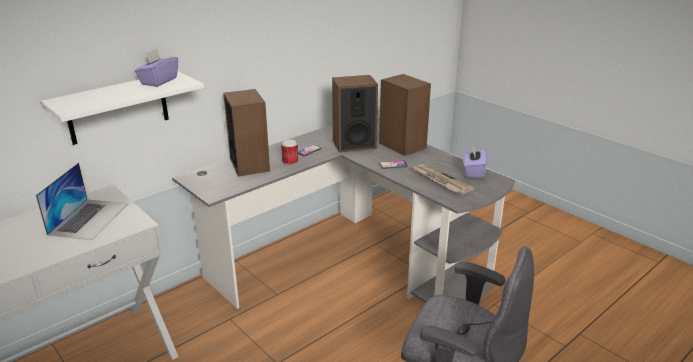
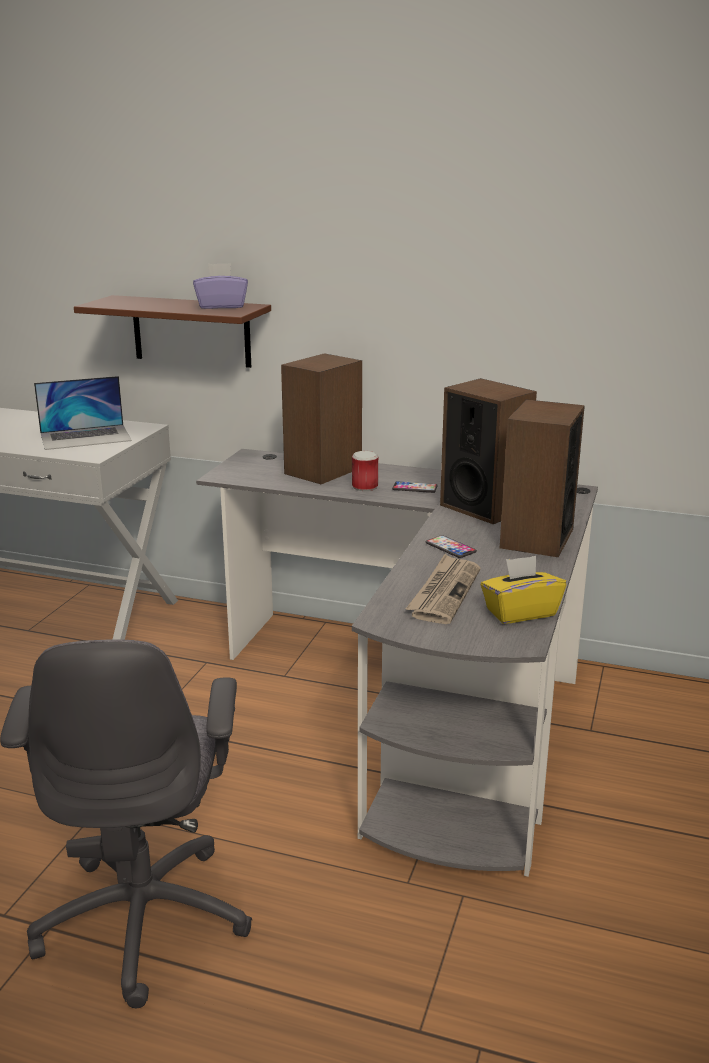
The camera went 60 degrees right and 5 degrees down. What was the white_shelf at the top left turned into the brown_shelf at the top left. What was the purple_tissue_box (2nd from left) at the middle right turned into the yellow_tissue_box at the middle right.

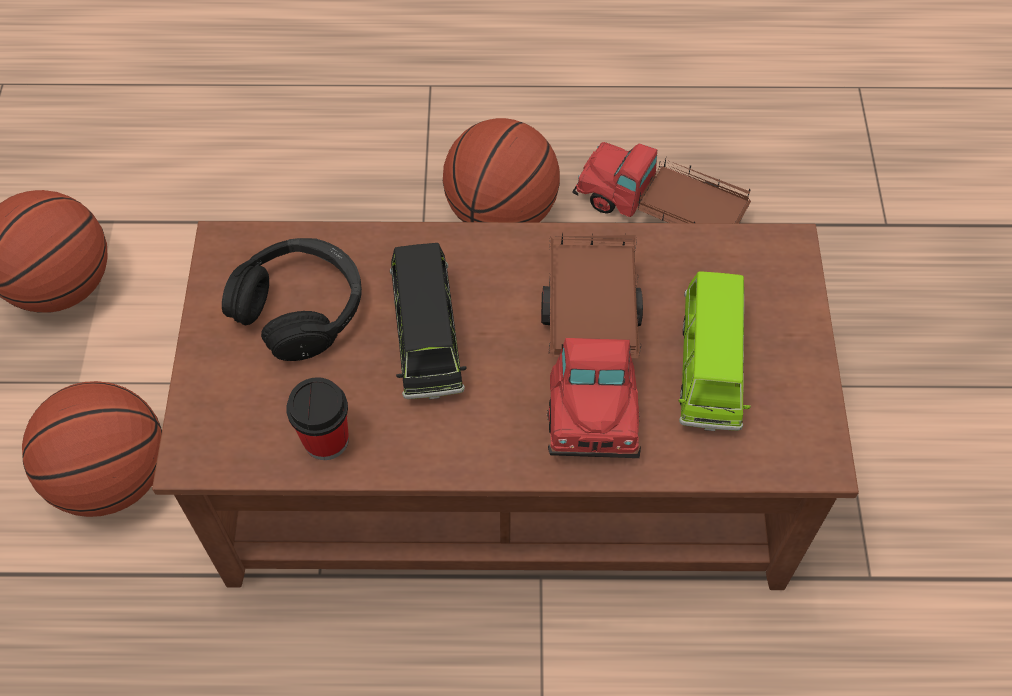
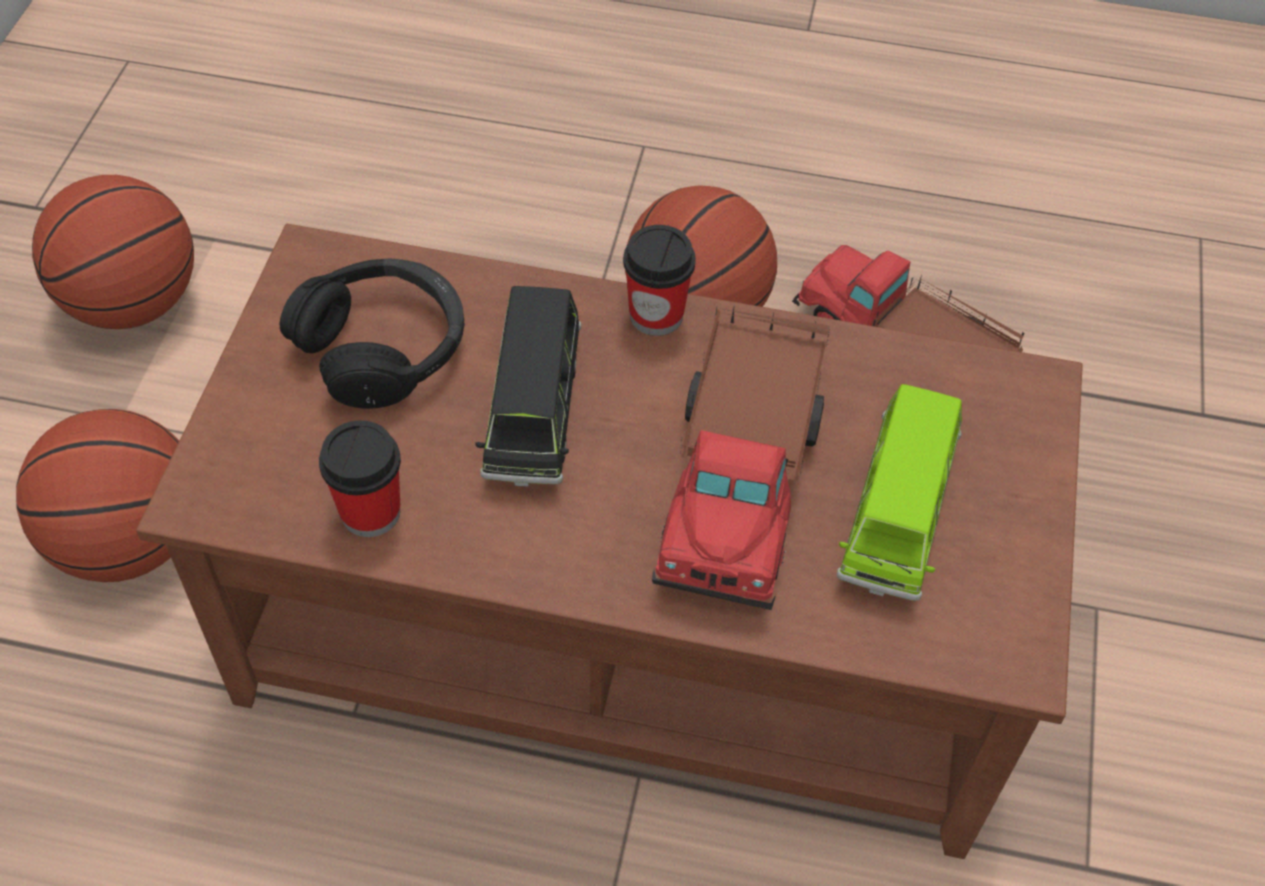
The camera went 10 degrees right and 5 degrees down. The second view gained the cup (2nd from left) at the top centre.

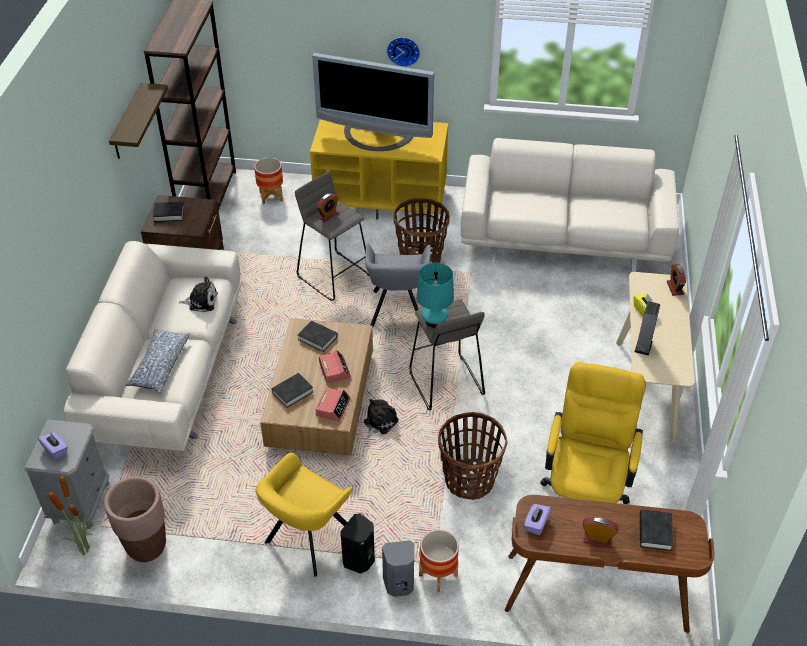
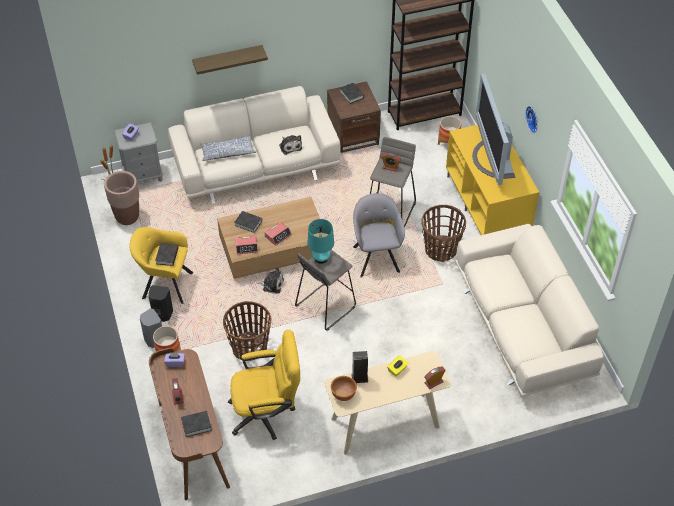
The camera went 65 degrees right and 5 degrees up. The shelf ended up elsewhere, having gone from the top left to the top centre. The black_book (3rd from left in the first image) ended up elsewhere, having gone from the centre to the middle left. The grey_armchair at the centre ended up facing another way, 105 degrees clockwise from before. The second view gained the brown_bowl at the bottom centre.

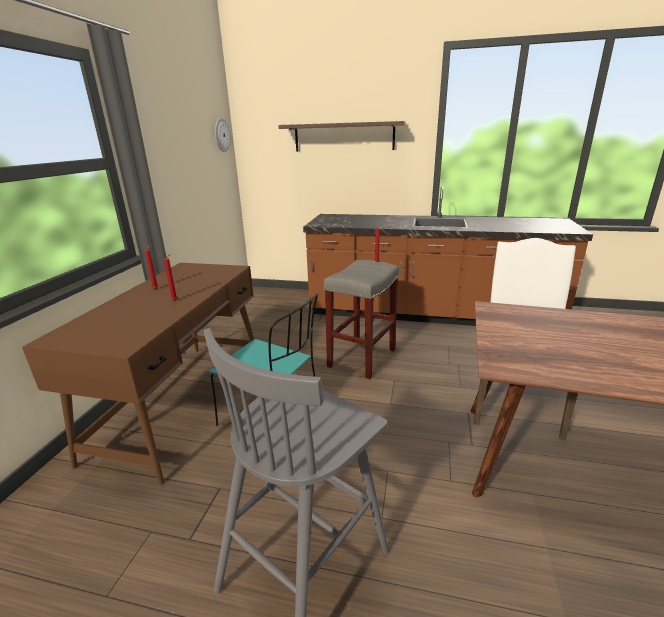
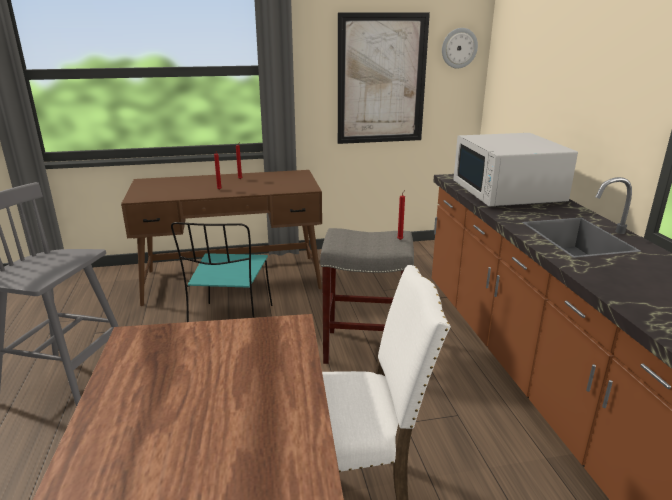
The camera went 65 degrees right and 0 degrees up. The second view lost the shelf at the top centre. The second view gained the picture at the top centre. The second view gained the white_microwave at the middle right.

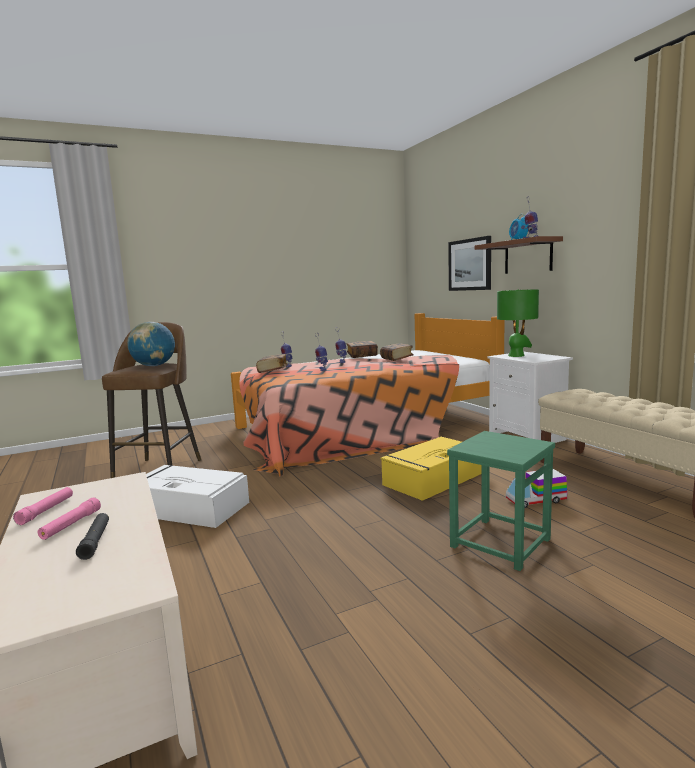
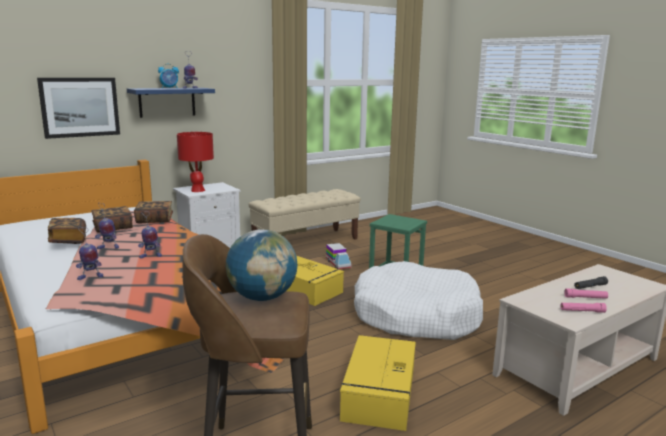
The camera went 100 degrees left and 5 degrees up. What was the white_storage_box at the middle left turned into the yellow_storage_box (2nd from left) at the bottom centre. The book (1st from left in the first image) ended up elsewhere, having gone from the centre to the middle left. What was the brown_shelf at the top right turned into the blue_shelf at the top left. What was the green_table_lamp at the middle right turned into the red_table_lamp at the middle left. The second view gained the white_dog_bed at the bottom centre.

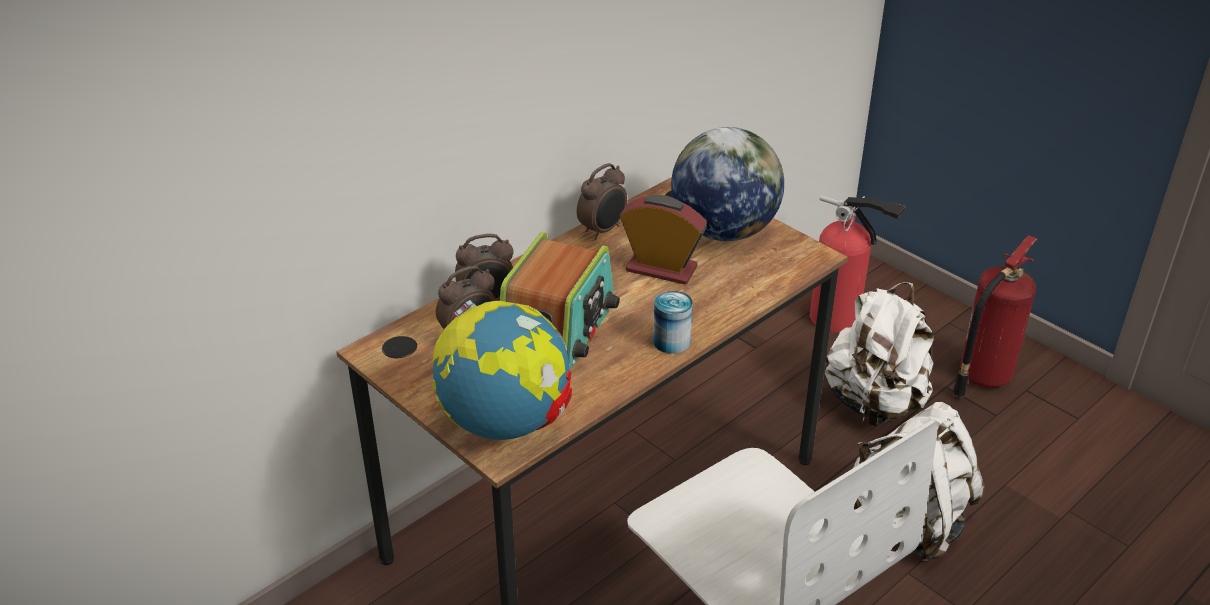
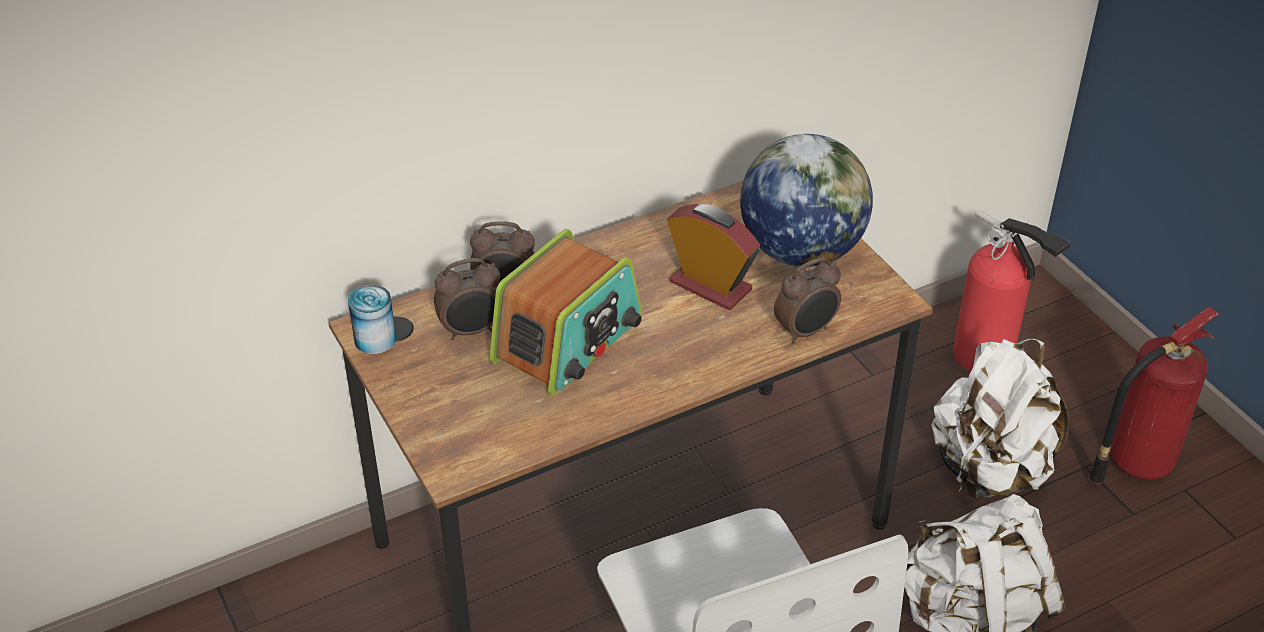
The camera went 15 degrees right and 5 degrees up. The second view lost the globe (1st from left) at the centre. The alarm_clock (3rd from left in the first image) ended up elsewhere, having gone from the top centre to the centre. The can ended up elsewhere, having gone from the centre to the middle left.

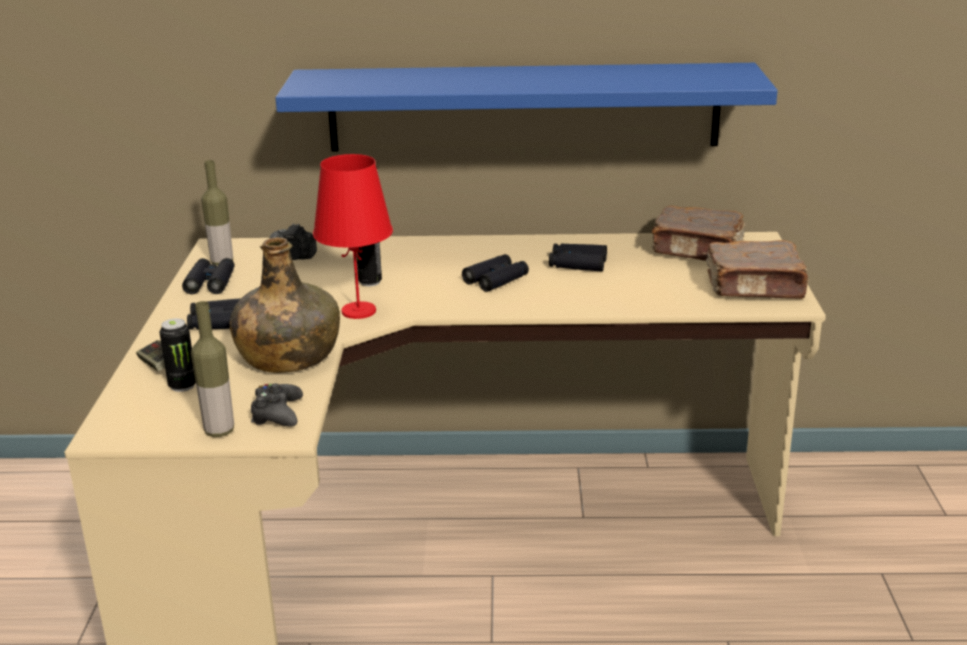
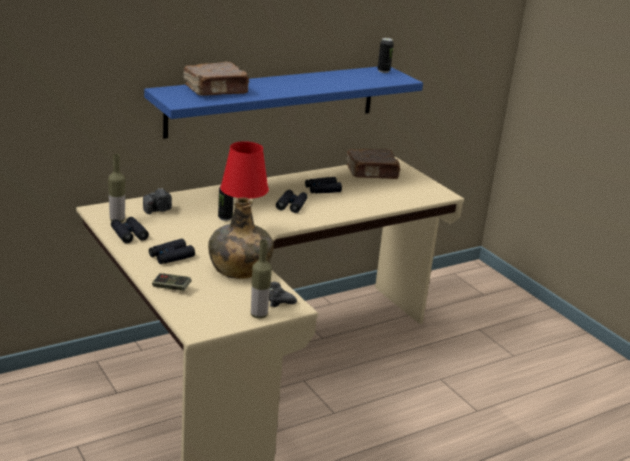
The camera went 35 degrees left and 0 degrees up. The can (1st from left in the first image) ended up elsewhere, having gone from the middle left to the top centre. The brown_book (2nd from left in the first image) ended up elsewhere, having gone from the middle right to the top centre.

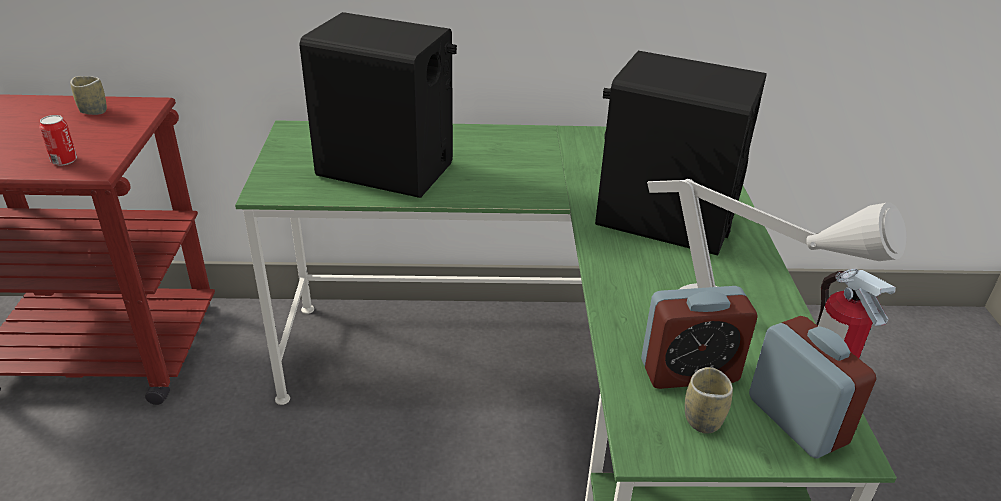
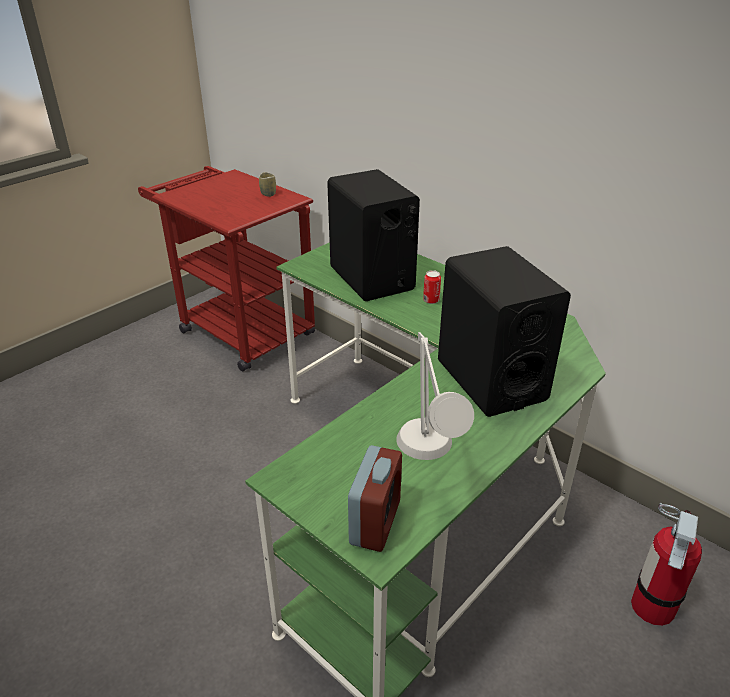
The camera went 45 degrees right and 0 degrees up. The can ended up elsewhere, having gone from the top left to the centre. The second view lost the alarm_clock (1st from left) at the bottom right. The second view lost the cup (2nd from left) at the bottom right.

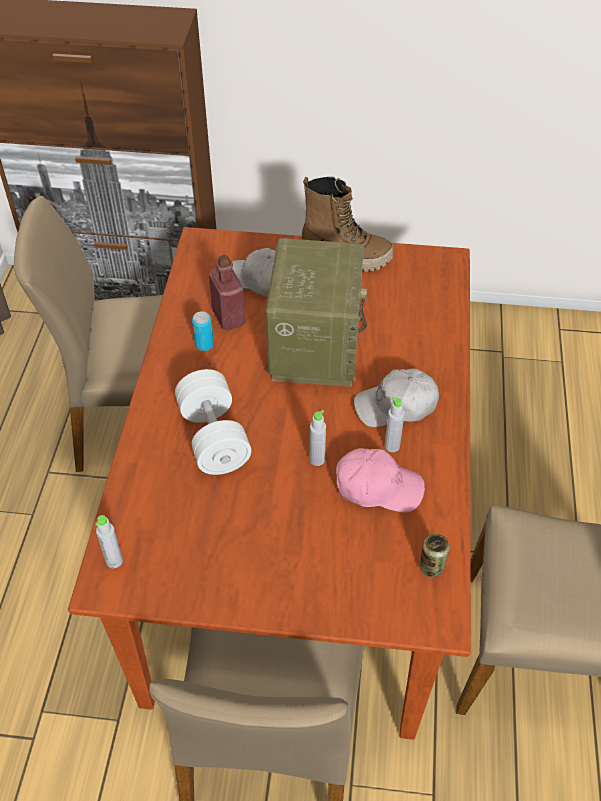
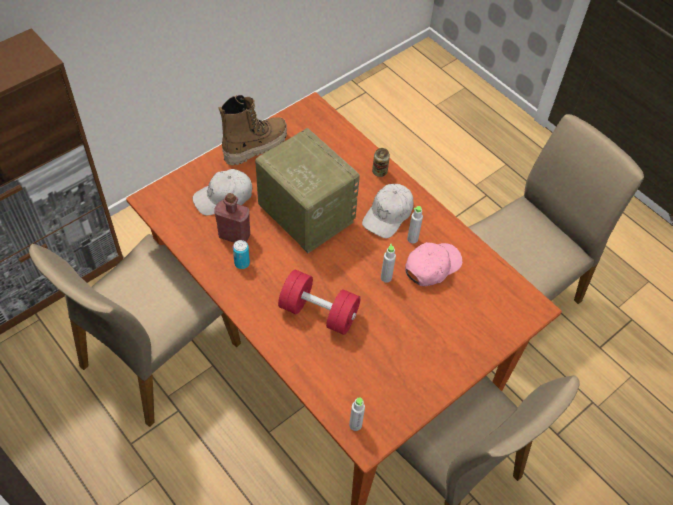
The camera went 50 degrees left and 5 degrees up. What was the white_dumbbell at the centre turned into the red_dumbbell at the centre. The can (2nd from left) ended up elsewhere, having gone from the bottom right to the top centre.

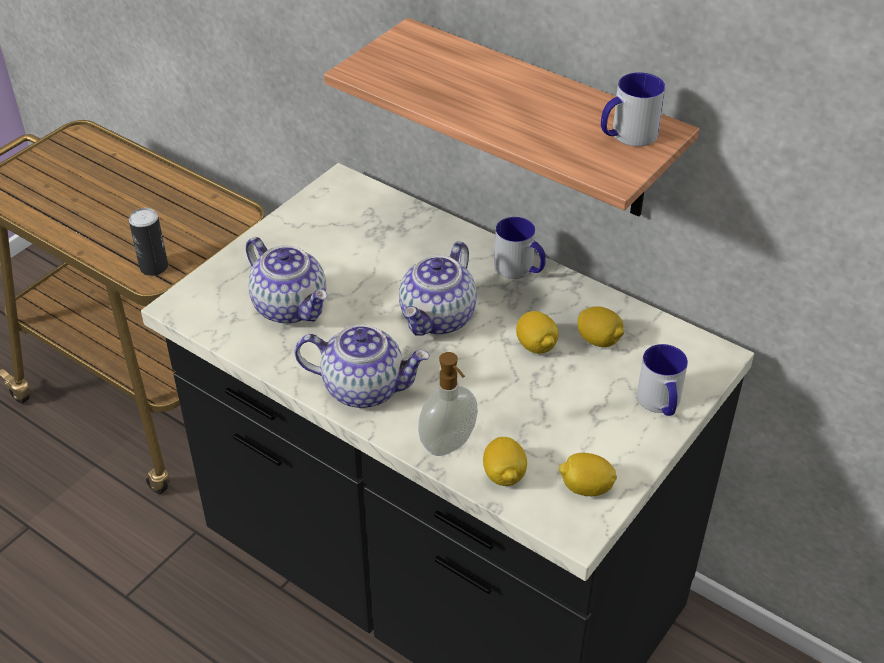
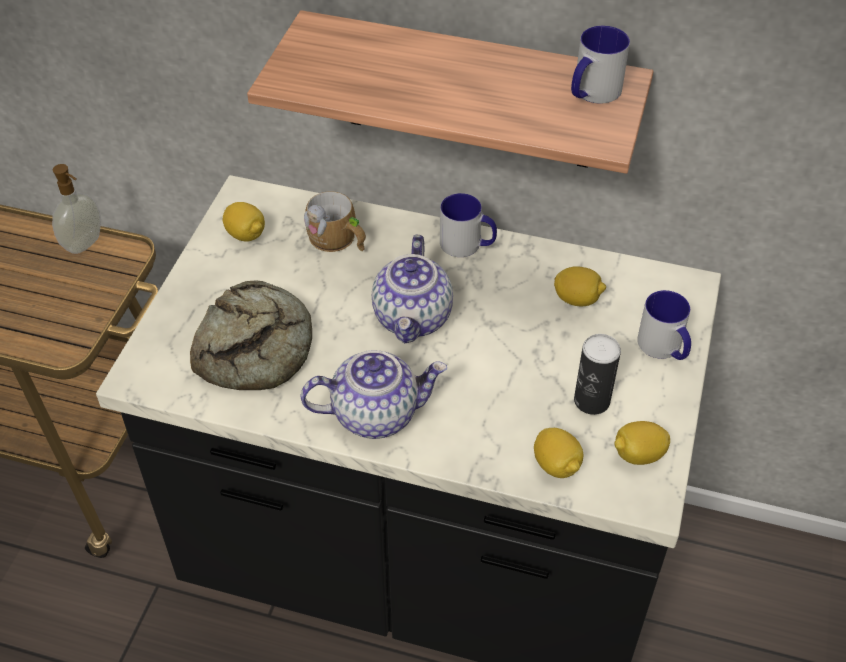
The camera went 20 degrees left and 5 degrees up. The can ended up elsewhere, having gone from the middle left to the middle right. Where the teapot (1st from left) stood at the middle left, the bread came to stand at the middle left. The soap_dispenser ended up elsewhere, having gone from the centre to the top left. The lemon (2nd from left in the first image) ended up elsewhere, having gone from the centre to the middle left. The second view gained the mug (1st from left) at the centre.

